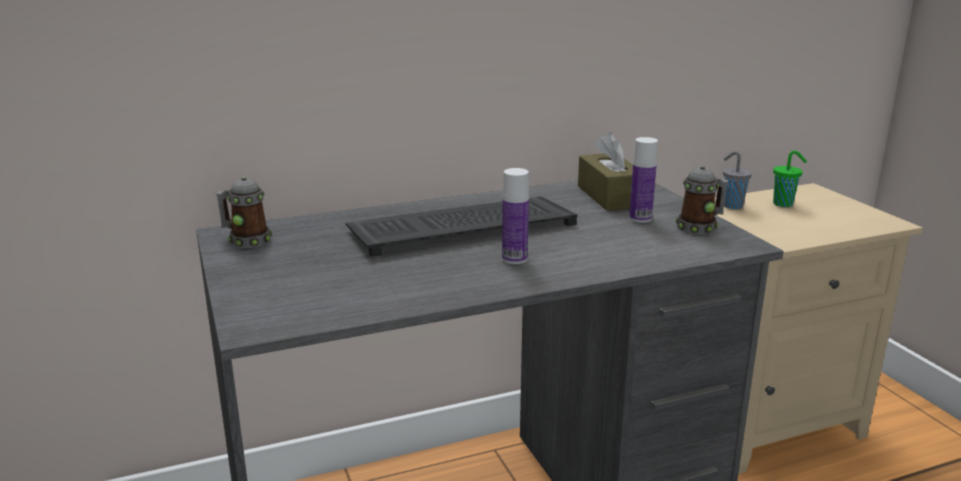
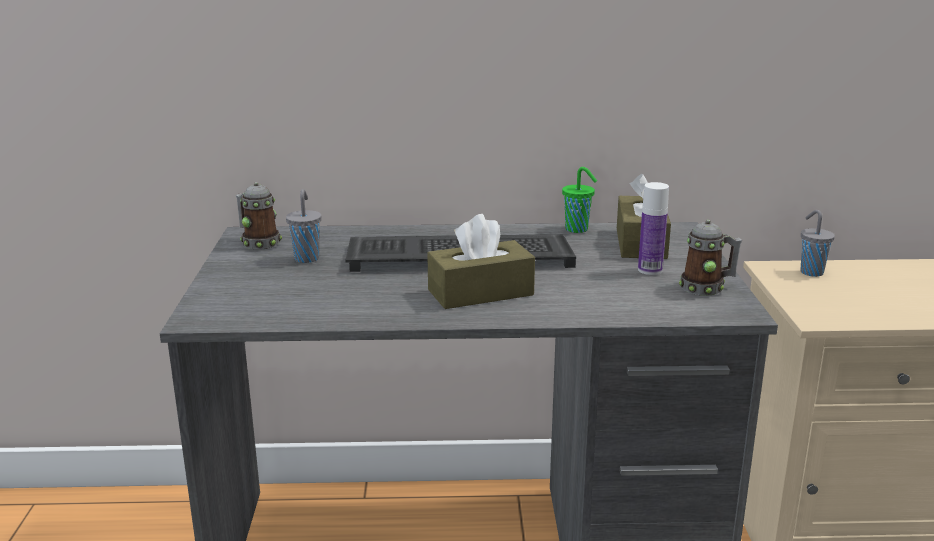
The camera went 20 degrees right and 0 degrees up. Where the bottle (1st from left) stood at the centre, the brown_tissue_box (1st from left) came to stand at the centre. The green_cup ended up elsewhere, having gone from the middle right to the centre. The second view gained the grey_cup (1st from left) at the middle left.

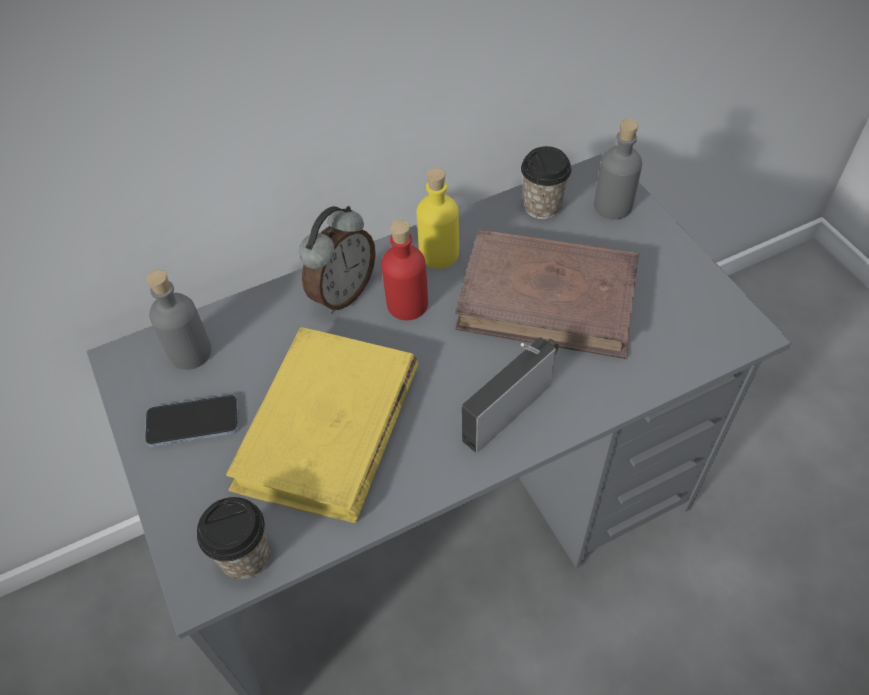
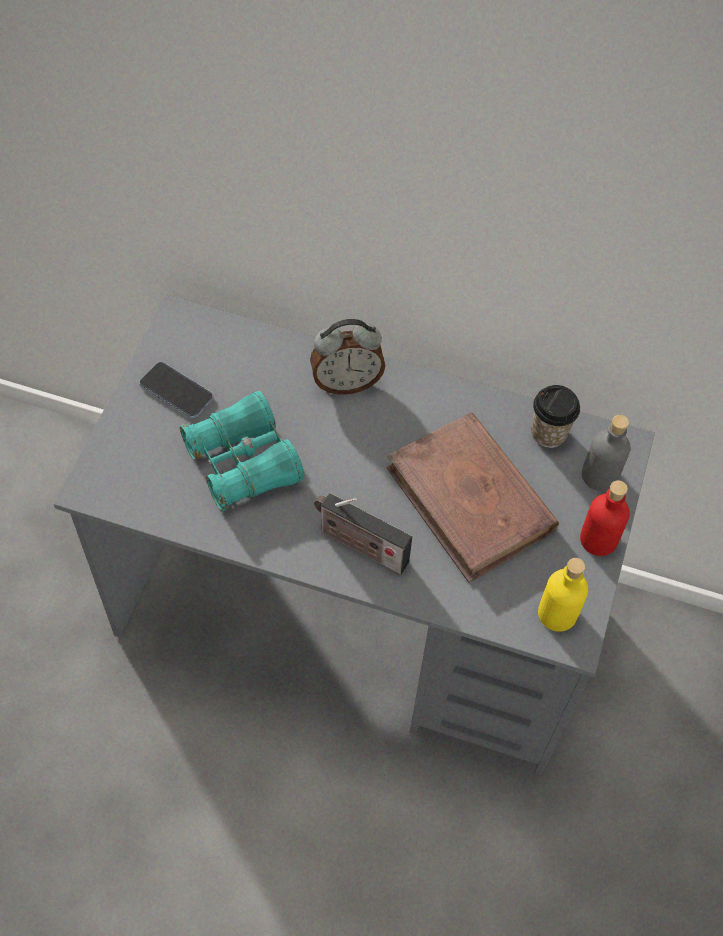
The camera went 40 degrees right and 5 degrees up. The second view lost the grey_bottle (1st from left) at the middle left. The second view lost the cup (1st from left) at the bottom left. Where the yellow_book stood at the centre, the turquoise_binoculars came to stand at the centre. The red_bottle ended up elsewhere, having gone from the centre to the middle right. The yellow_bottle ended up elsewhere, having gone from the top centre to the middle right. The radio at the centre ended up facing another way, 150 degrees counterclockwise from before.

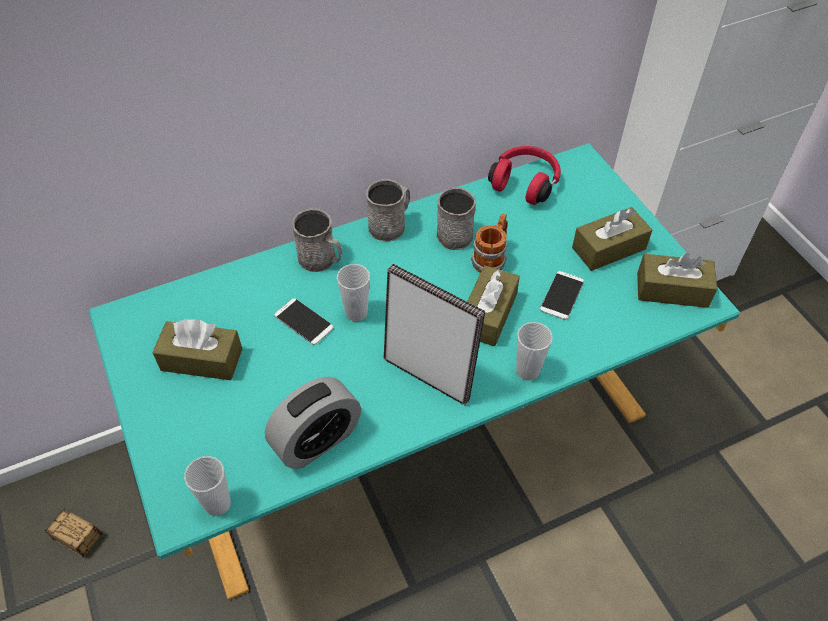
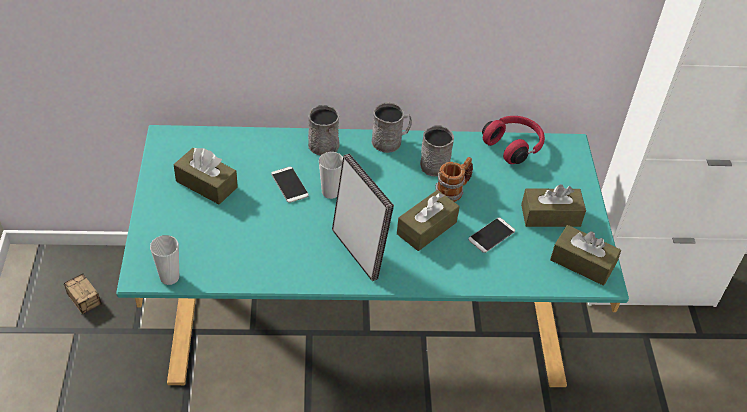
The camera went 20 degrees right and 5 degrees down. The second view lost the alarm_clock at the bottom centre. The second view lost the cup (3rd from left) at the centre.

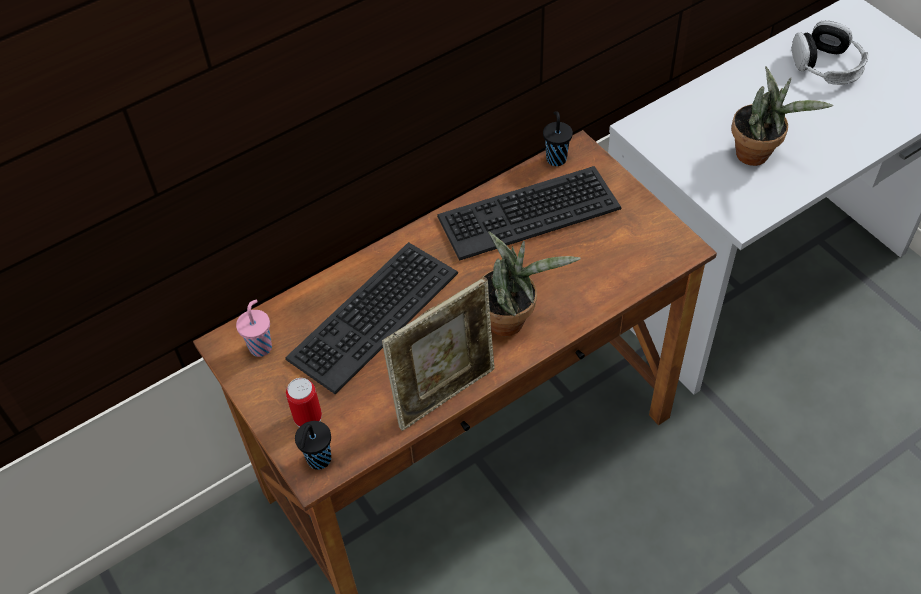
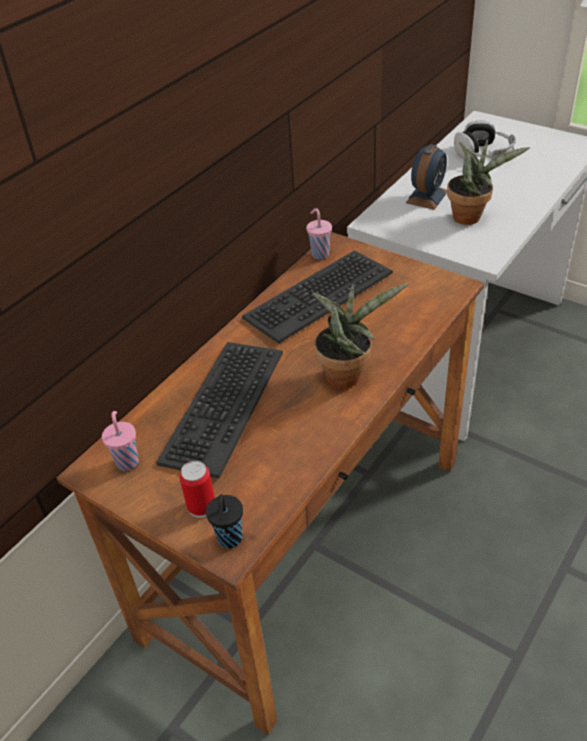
The camera went 20 degrees left and 10 degrees down. The second view lost the picture_frame at the centre. What was the black_cup (2nd from left) at the top centre turned into the pink_cup (2nd from left) at the top centre. The second view gained the alarm_clock at the top right.

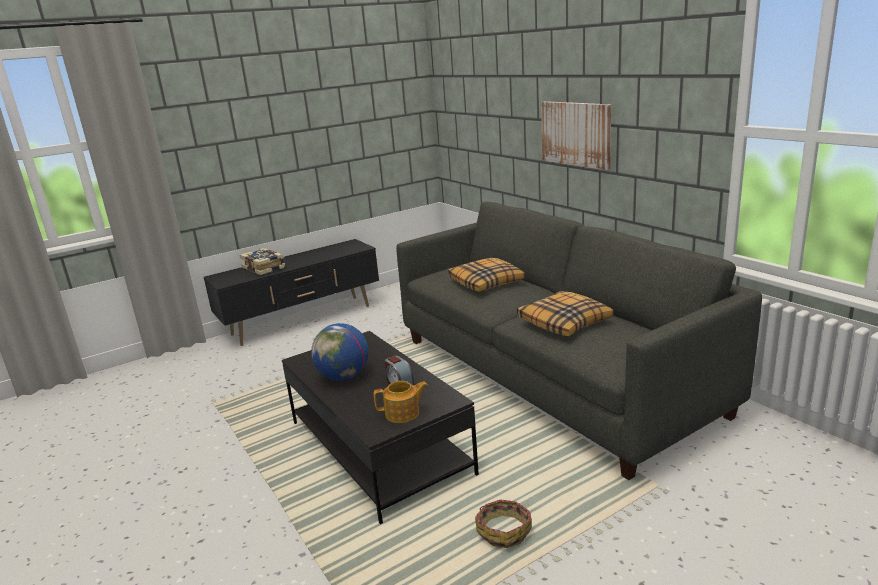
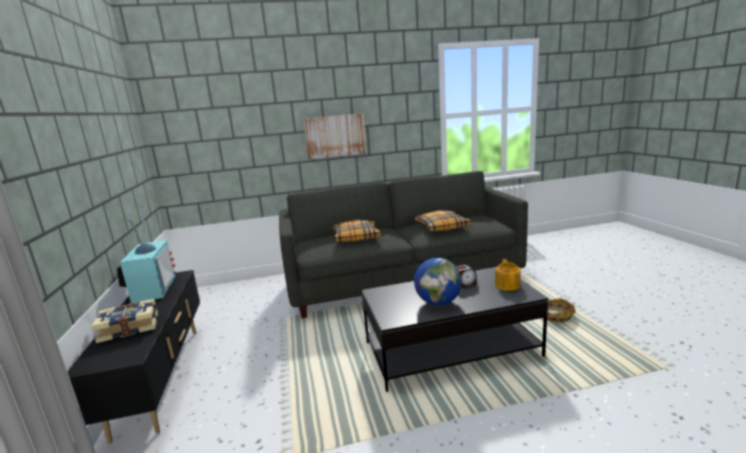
The camera went 70 degrees left and 5 degrees down. The second view gained the television at the middle left.

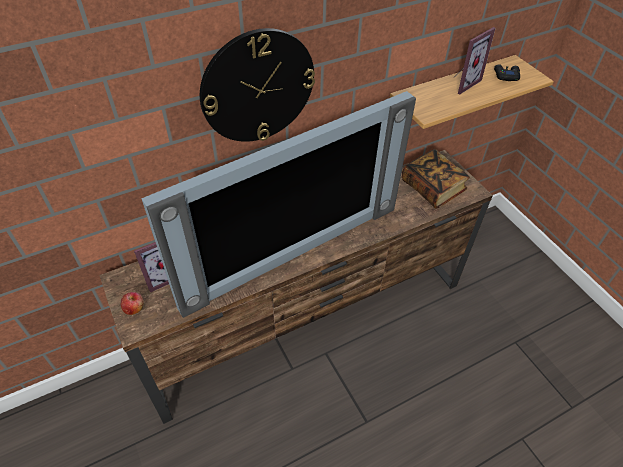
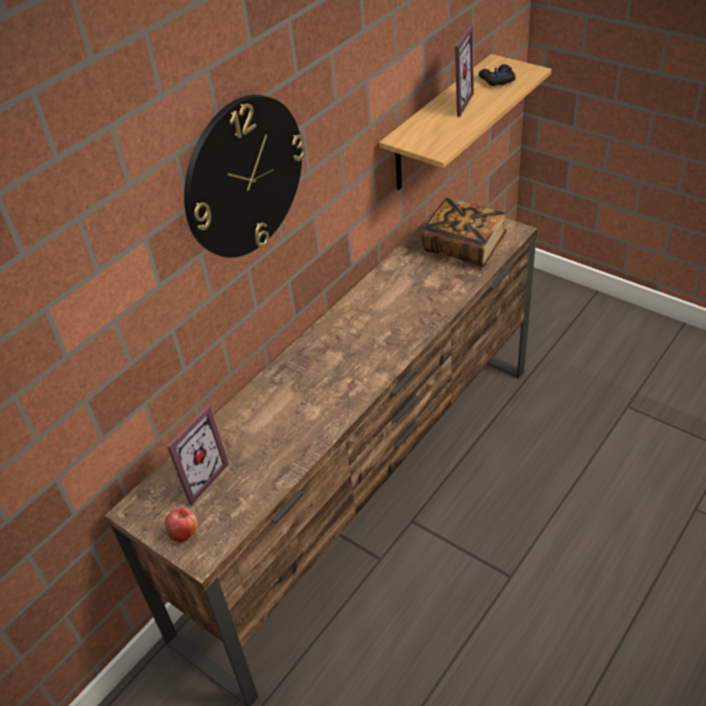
The camera went 20 degrees left and 5 degrees down. The second view lost the television at the centre.

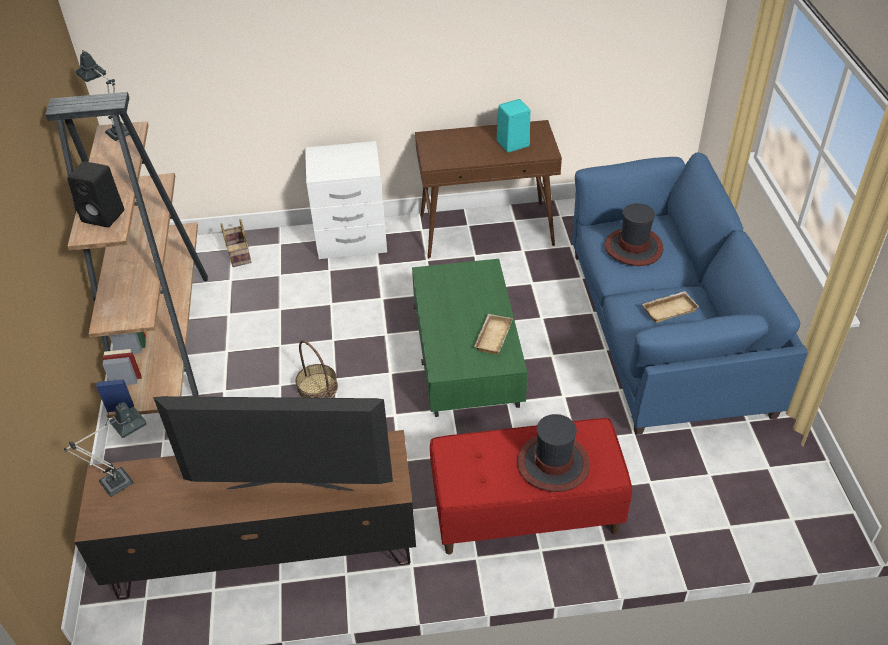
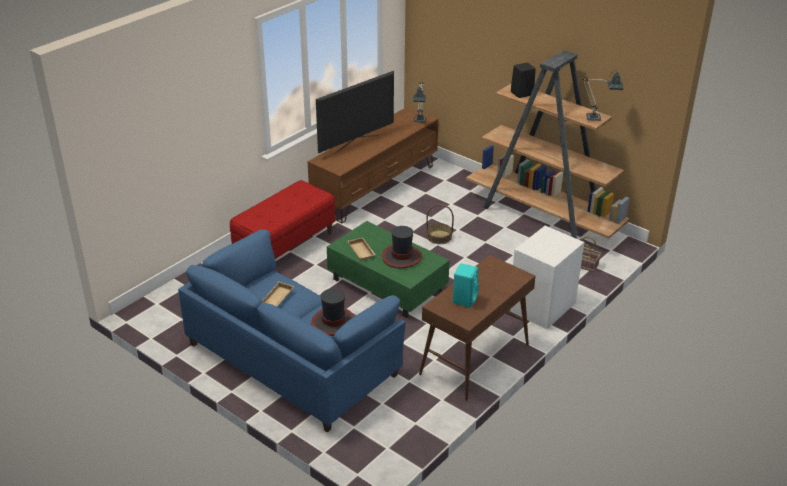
The camera went 135 degrees right and 10 degrees down. The hat (1st from left in the first image) ended up elsewhere, having gone from the bottom centre to the centre.

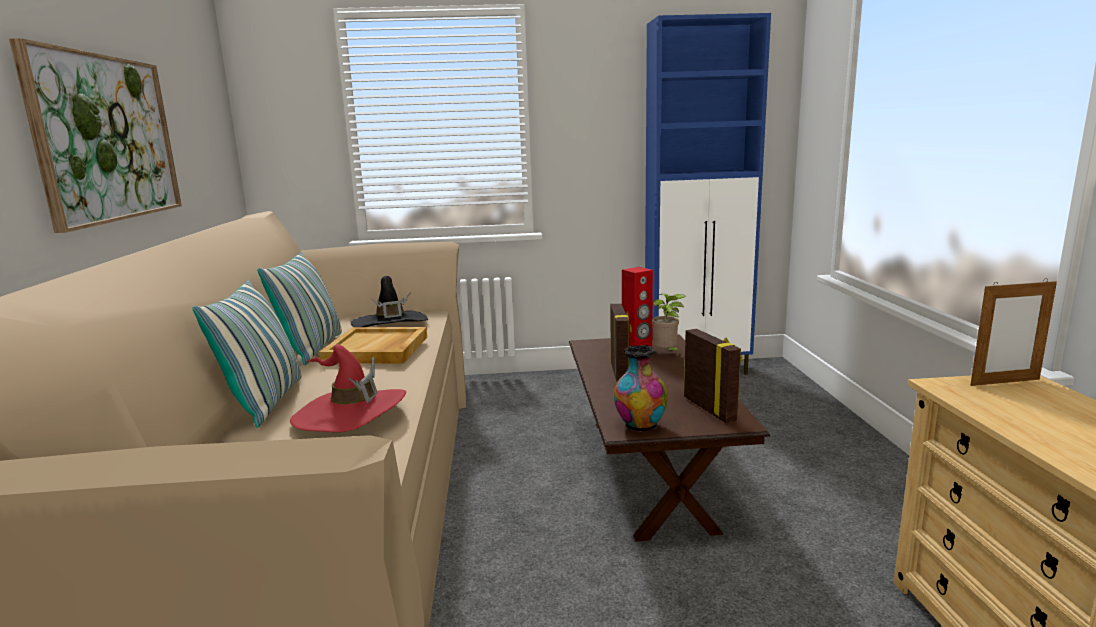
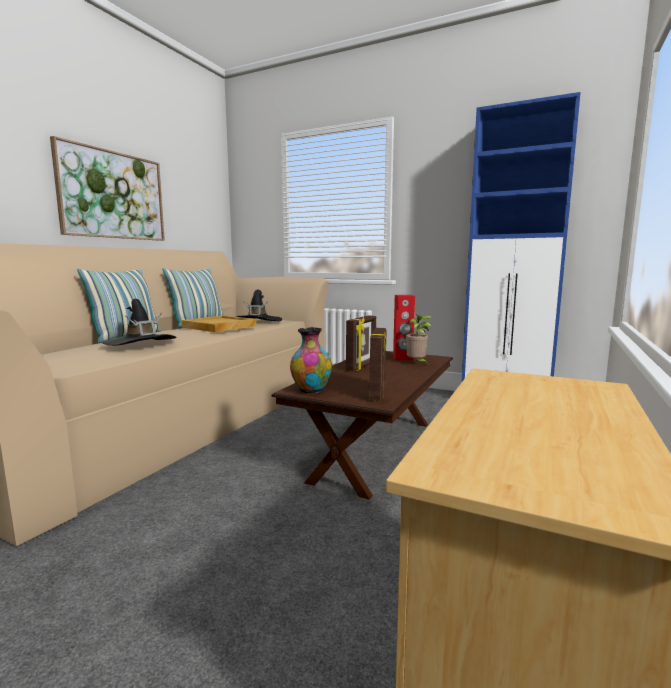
The camera went 30 degrees right and 5 degrees down. What was the red_hat at the middle left turned into the black_hat (1st from left) at the middle left. The second view lost the picture_frame (3rd from left) at the middle right.

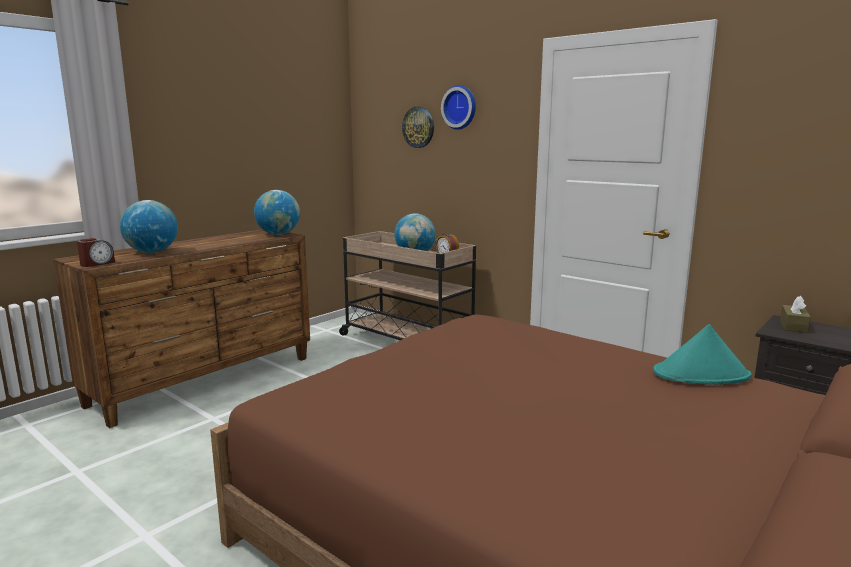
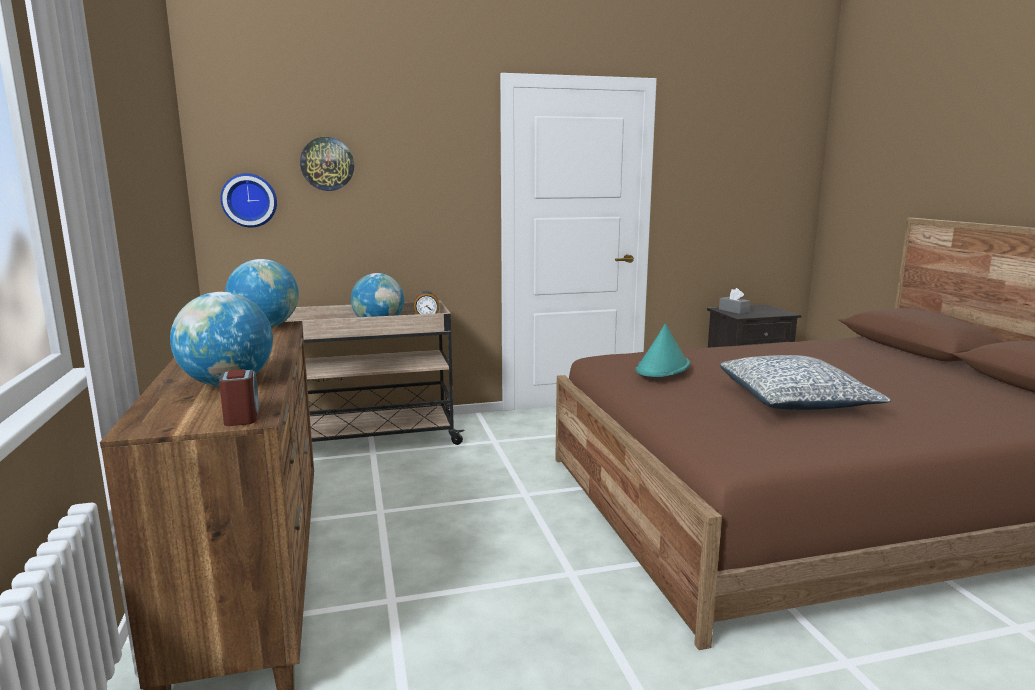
The camera went 55 degrees left and 0 degrees up. The wall_clock (2nd from left in the first image) ended up elsewhere, having gone from the top centre to the top left. The turquoise_hat ended up elsewhere, having gone from the middle right to the centre. What was the brown_tissue_box at the middle right turned into the grey_tissue_box at the middle right. The second view gained the pillow at the middle right.

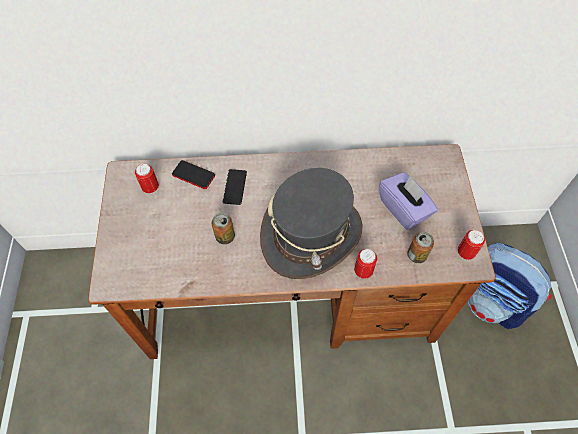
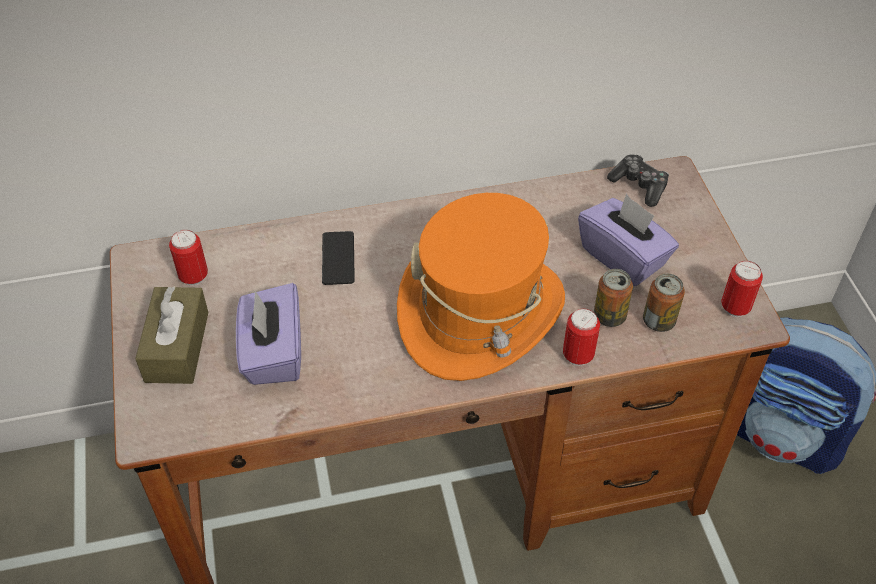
The camera went 10 degrees left and 10 degrees down. The second view lost the phone (1st from left) at the centre. The can (2nd from left in the first image) ended up elsewhere, having gone from the centre to the middle right. What was the grey_hat at the centre turned into the orange_hat at the centre. The second view gained the brown_tissue_box at the middle left. The second view gained the purple_tissue_box (1st from left) at the middle left. The second view gained the game_controller at the top right.

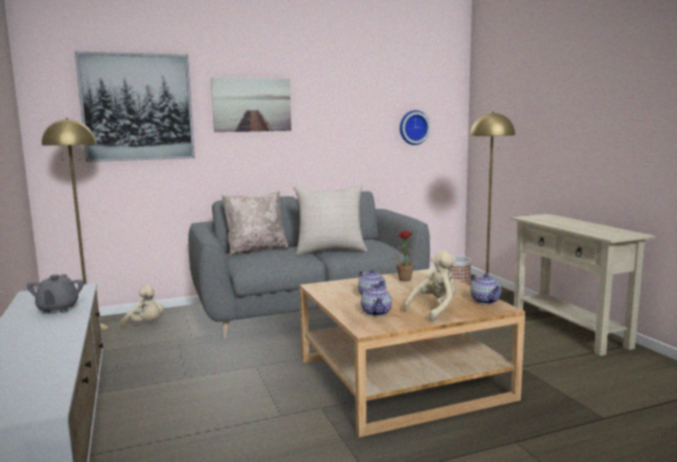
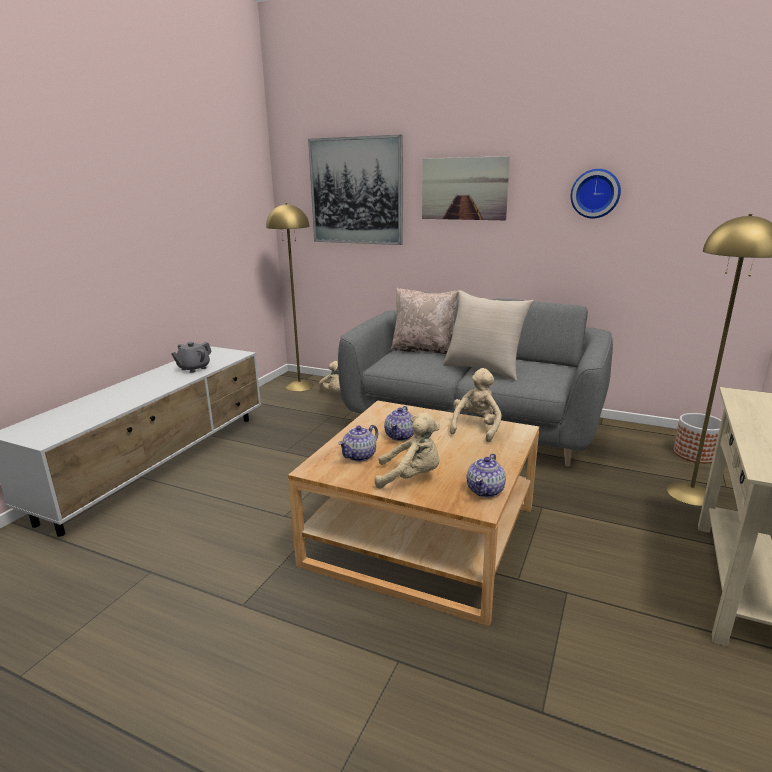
The camera went 45 degrees right and 10 degrees up. Where the potted_plant stood at the centre, the beige_plush_toy (3rd from left) came to stand at the centre. The wall_clock ended up elsewhere, having gone from the top centre to the top right.

